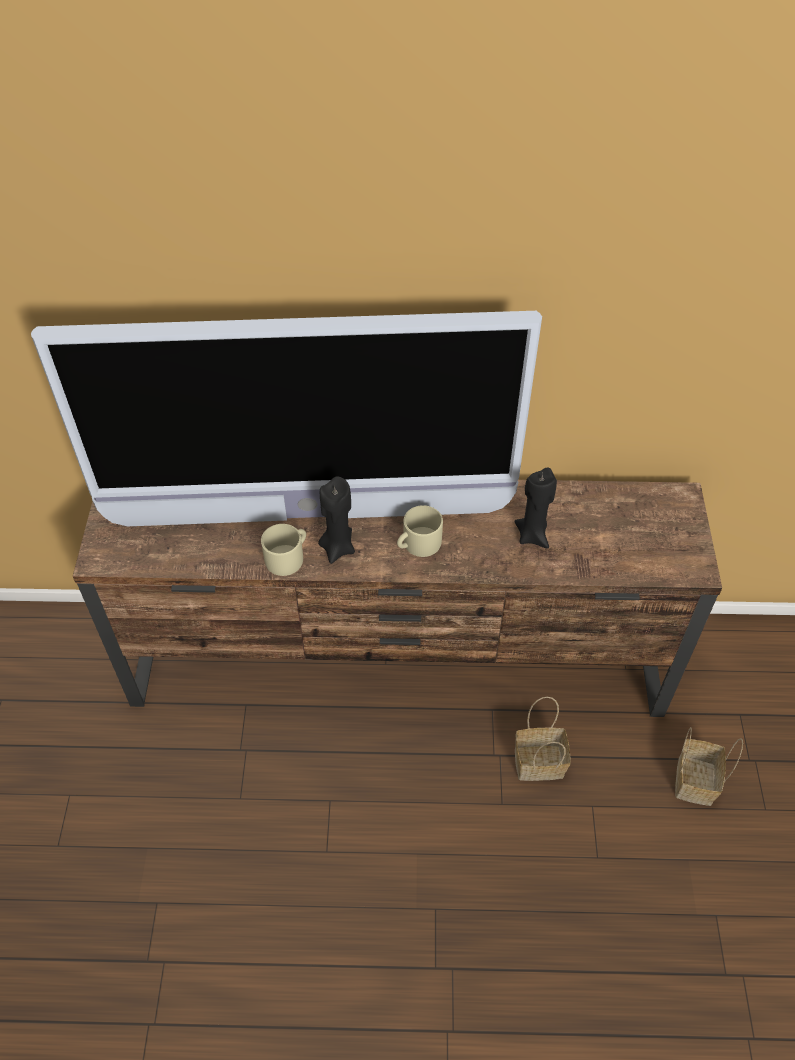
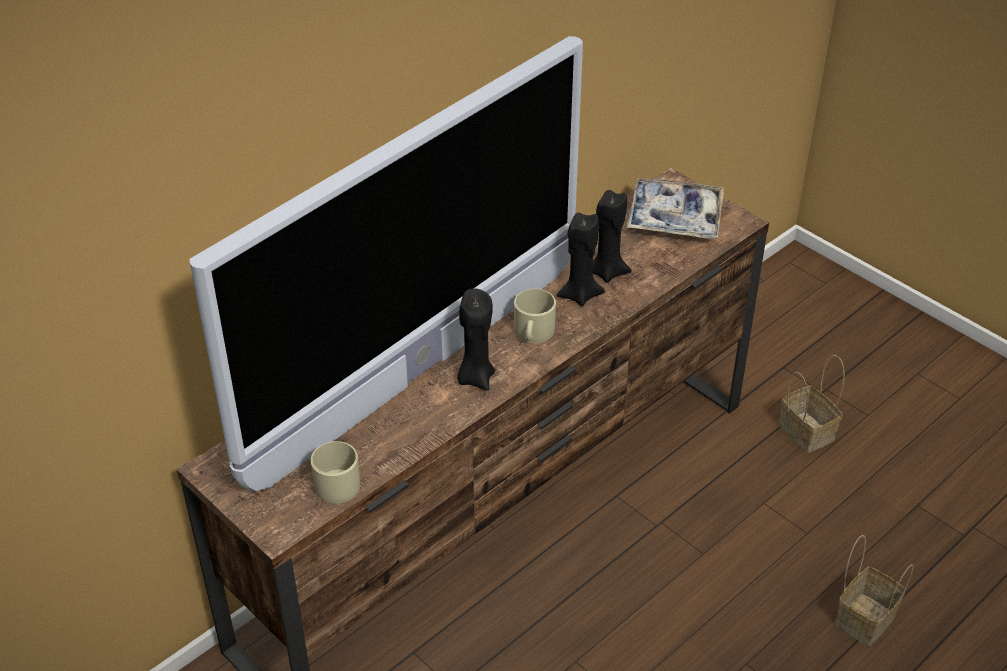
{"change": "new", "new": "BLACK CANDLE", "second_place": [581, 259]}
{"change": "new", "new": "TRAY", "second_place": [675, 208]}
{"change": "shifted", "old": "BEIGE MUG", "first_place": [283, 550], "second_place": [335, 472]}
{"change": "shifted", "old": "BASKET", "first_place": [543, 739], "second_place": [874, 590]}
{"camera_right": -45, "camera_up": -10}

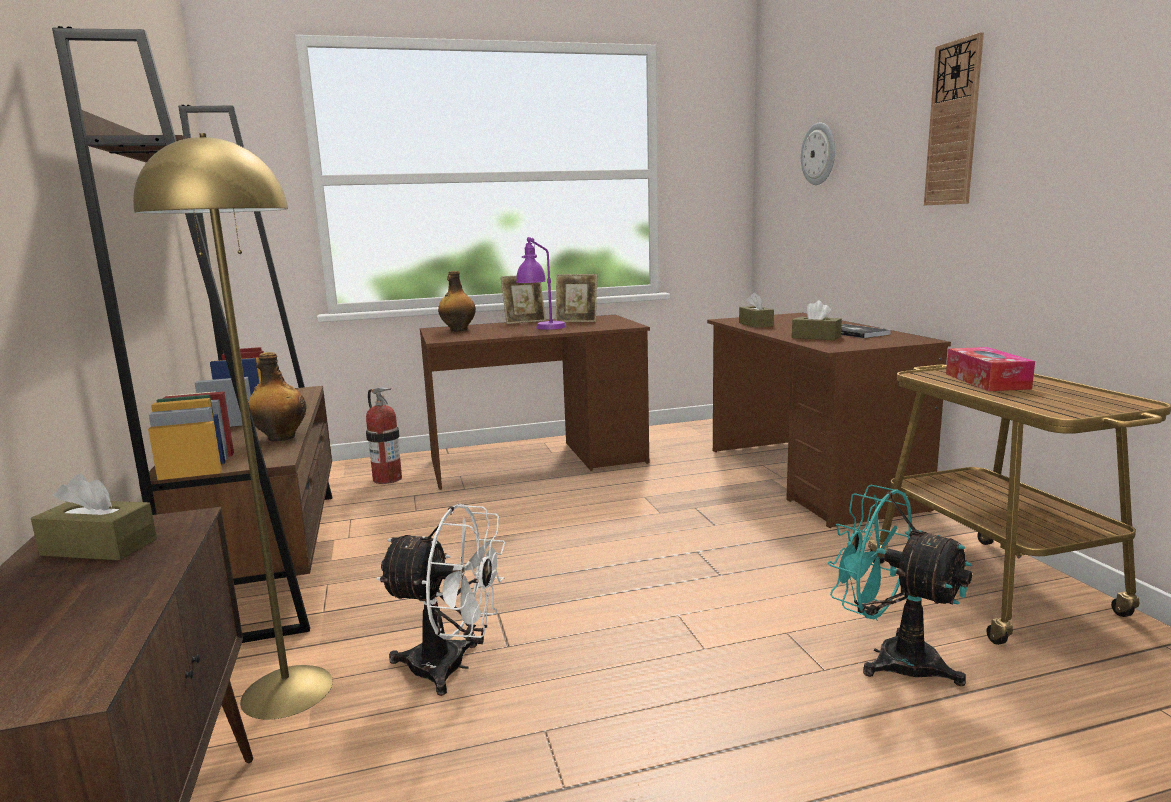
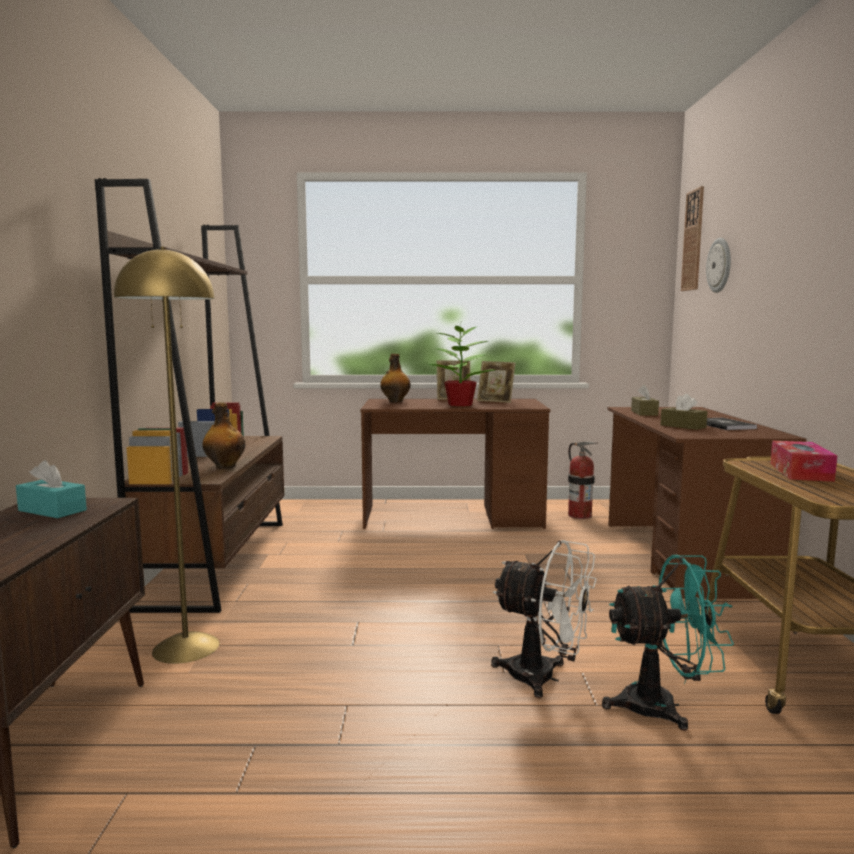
{"change": "shifted", "old": "FIRE EXTINGUISHER", "first_place": [384, 435], "second_place": [583, 480]}
{"change": "shifted", "old": "WHITE FAN", "first_place": [440, 600], "second_place": [544, 619]}
{"change": "shifted", "old": "WALL CLOCK", "first_place": [954, 118], "second_place": [692, 238]}
{"change": "swapped", "old": "PURPLE TABLE LAMP", "new": "POTTED PLANT", "first_place": [541, 283], "second_place": [461, 365]}
{"change": "repainted", "old": "BROWN TISSUE BOX", "new": "TURQUOISE TISSUE BOX", "first_place": [94, 517], "second_place": [51, 489]}
{"change": "rotated", "old": "TURQUOISE FAN", "first_place": [900, 585], "second_place": [668, 643], "degrees": 120}
{"camera_right": 15, "camera_up": -5}

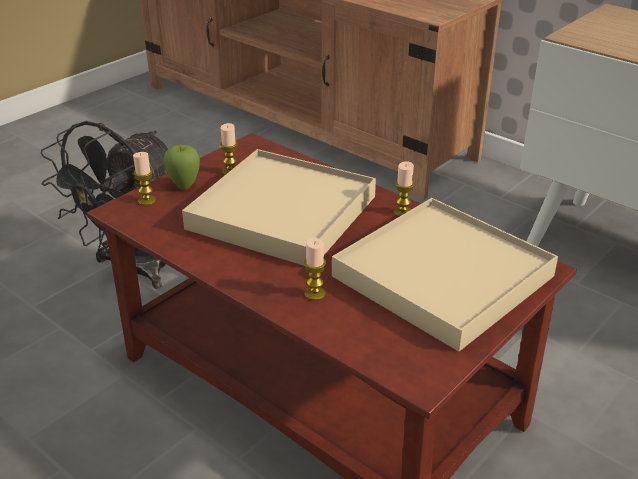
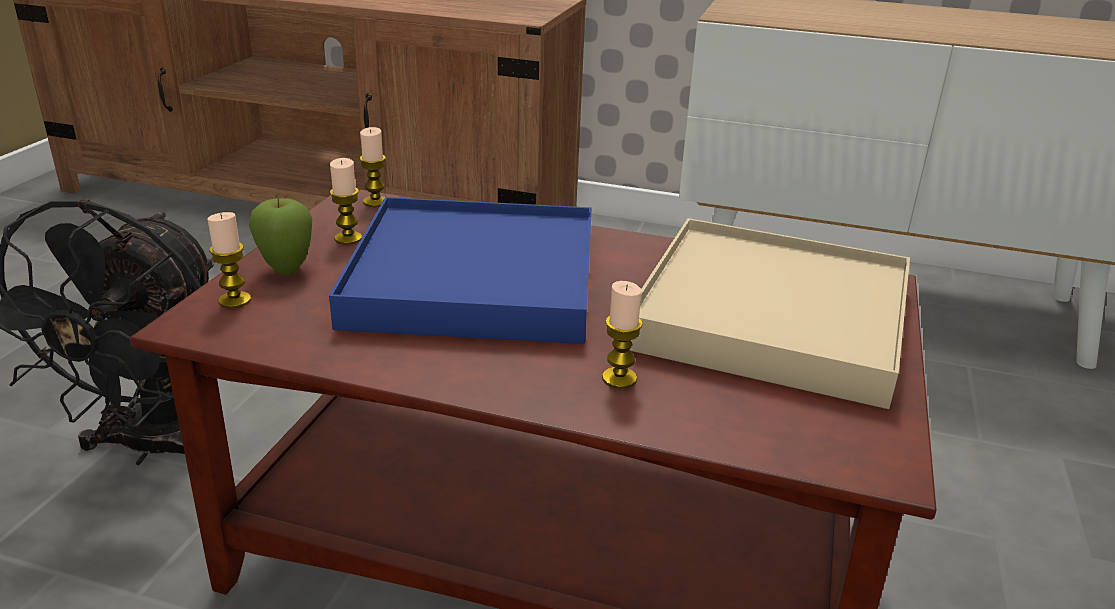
{"change": "shifted", "old": "CANDLE", "first_place": [404, 189], "second_place": [372, 167]}
{"change": "repainted", "old": "BEIGE TRAY", "new": "BLUE TRAY", "first_place": [279, 207], "second_place": [460, 270]}
{"camera_right": -25, "camera_up": -5}

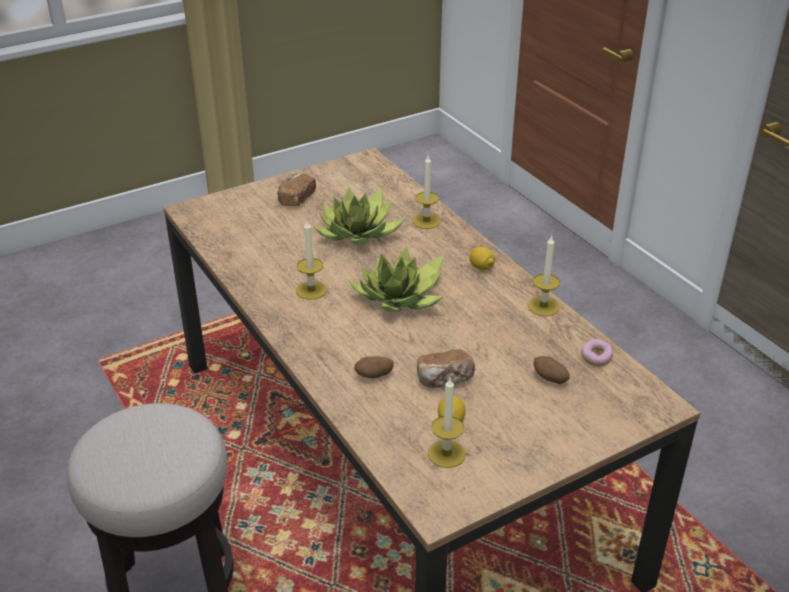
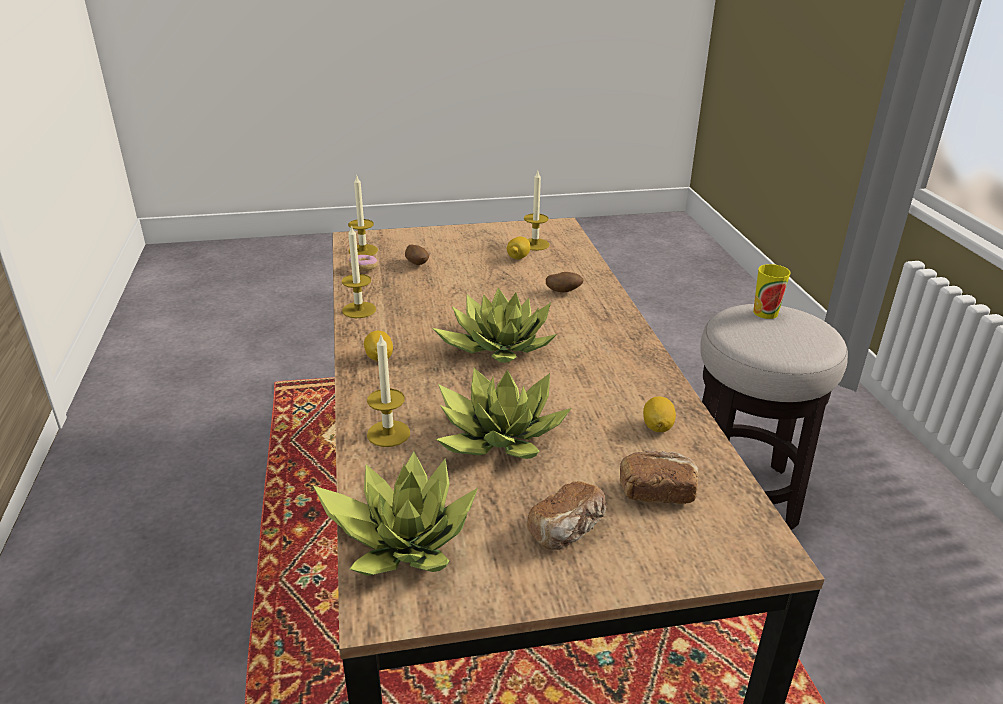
{"change": "new", "new": "POTTED PLANT", "second_place": [395, 513]}
{"change": "new", "new": "LEMON", "second_place": [659, 414]}
{"change": "new", "new": "CUP", "second_place": [772, 291]}
{"change": "shifted", "old": "CANDLE", "first_place": [311, 260], "second_place": [363, 216]}
{"change": "shifted", "old": "BREAD", "first_place": [446, 368], "second_place": [659, 477]}
{"camera_right": -160, "camera_up": -5}

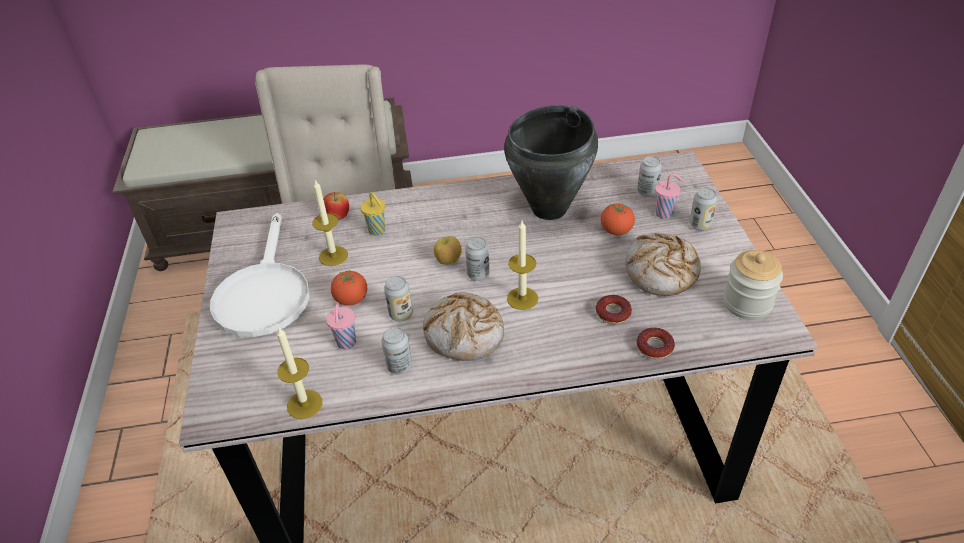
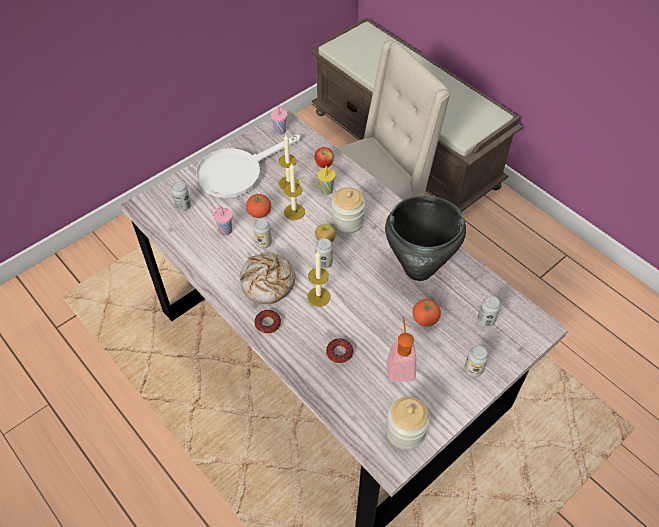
{"change": "new", "new": "JAR", "second_place": [348, 210]}
{"change": "shifted", "old": "CANDLE", "first_place": [299, 372], "second_place": [294, 191]}
{"change": "shifted", "old": "CAN", "first_place": [396, 351], "second_place": [181, 196]}
{"change": "shifted", "old": "DONUT", "first_place": [656, 343], "second_place": [267, 322]}
{"change": "shifted", "old": "PINK CUP", "first_place": [669, 196], "second_place": [279, 120]}
{"change": "swapped", "old": "BREAD", "new": "SOAP DISPENSER", "first_place": [663, 264], "second_place": [401, 349]}
{"camera_right": 55, "camera_up": 10}

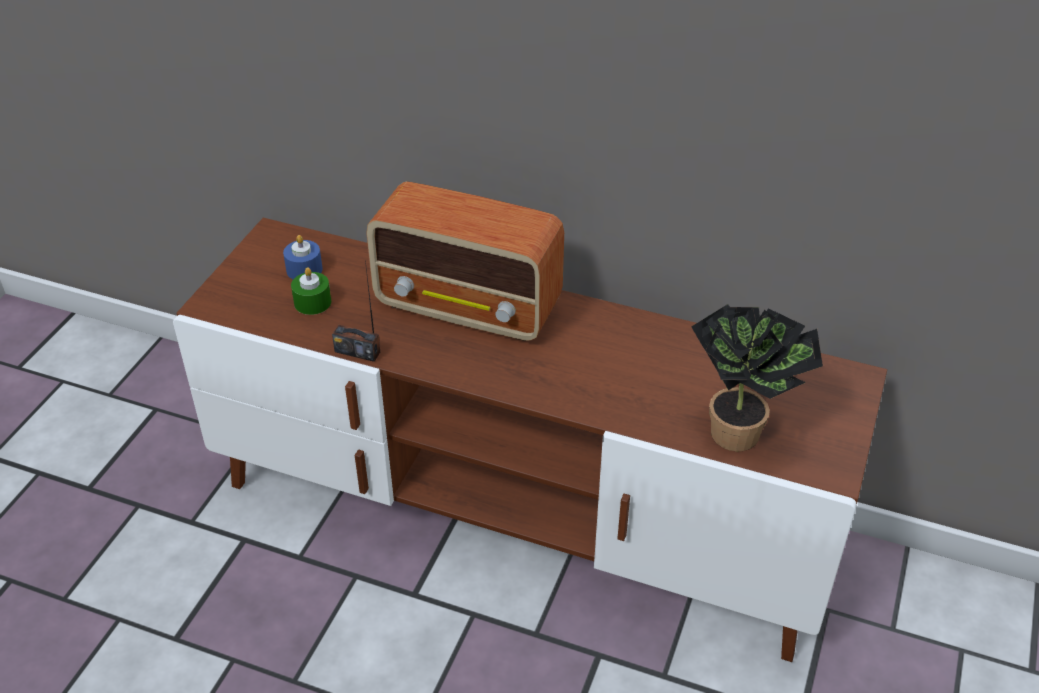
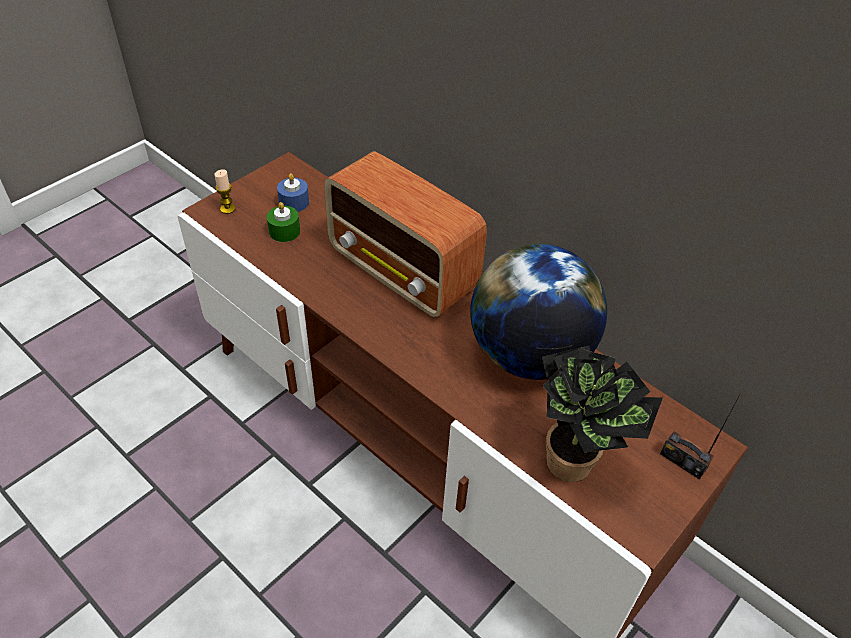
{"change": "new", "new": "CANDLE", "second_place": [225, 192]}
{"change": "new", "new": "GLOBE", "second_place": [538, 312]}
{"change": "shifted", "old": "RADIO", "first_place": [356, 311], "second_place": [700, 437]}
{"camera_right": 20, "camera_up": 5}

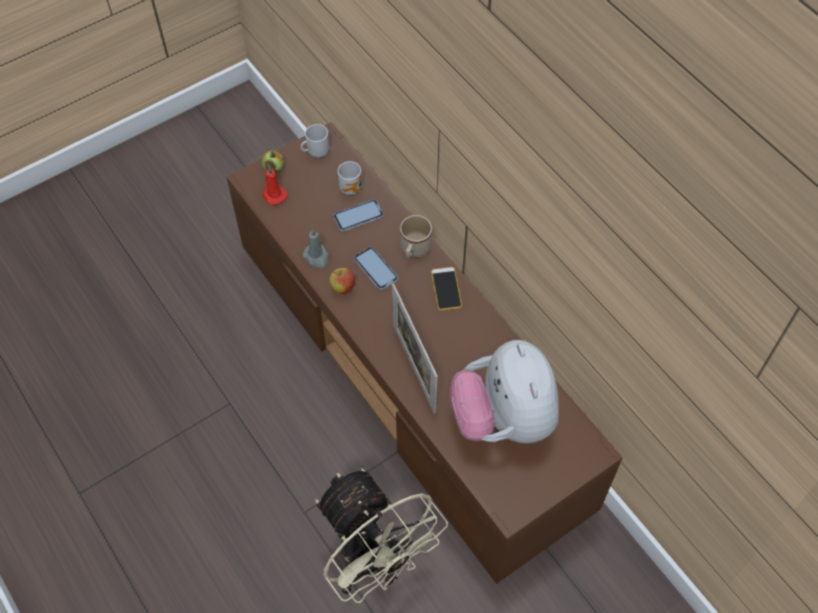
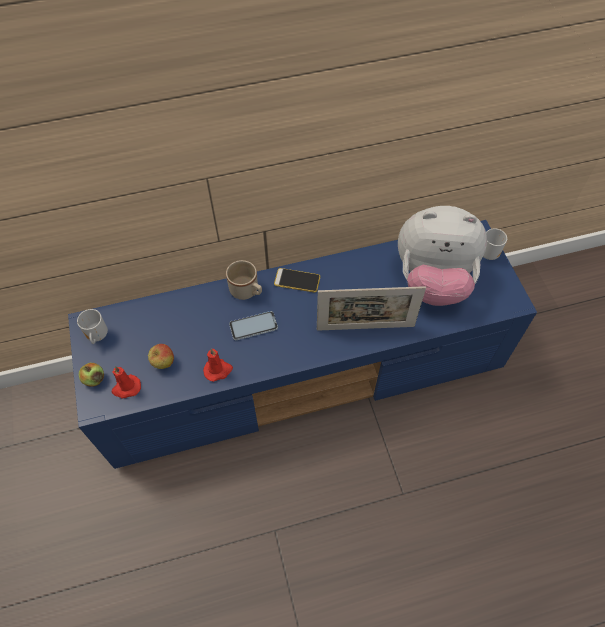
{"change": "gone", "old": "BEIGE FAN", "first_place": [381, 535]}
{"change": "gone", "old": "PHONE", "first_place": [358, 215]}
{"change": "shifted", "old": "APPLE", "first_place": [342, 281], "second_place": [161, 356]}
{"change": "shifted", "old": "MUG", "first_place": [350, 178], "second_place": [495, 244]}
{"change": "repainted", "old": "BROWN TV STAND", "new": "BLUE TV STAND", "first_place": [425, 353], "second_place": [302, 344]}
{"change": "repainted", "old": "GREY CANDLE", "new": "RED CANDLE", "first_place": [316, 248], "second_place": [218, 365]}
{"camera_right": -70, "camera_up": 0}

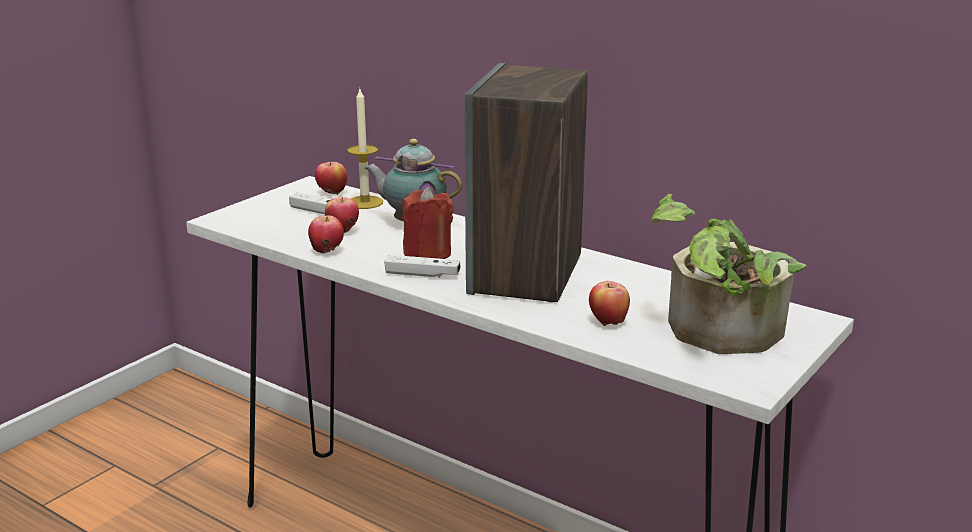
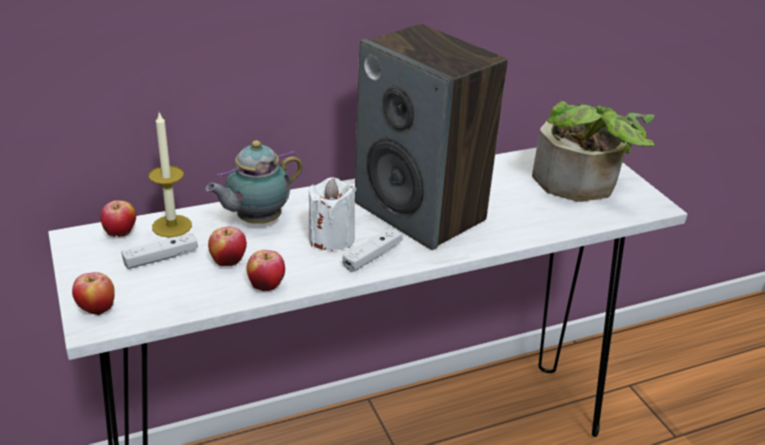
{"change": "shifted", "old": "APPLE", "first_place": [609, 303], "second_place": [93, 294]}
{"change": "repainted", "old": "RED CANDLE", "new": "WHITE CANDLE", "first_place": [428, 223], "second_place": [332, 214]}
{"camera_right": -60, "camera_up": 10}

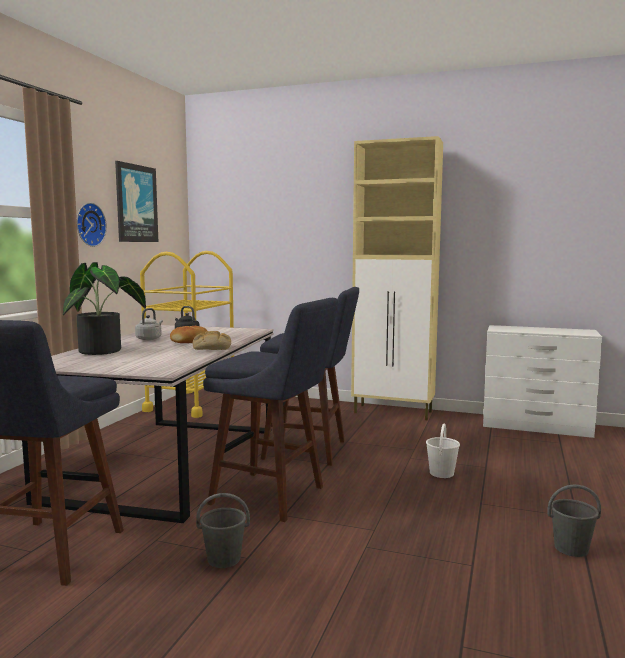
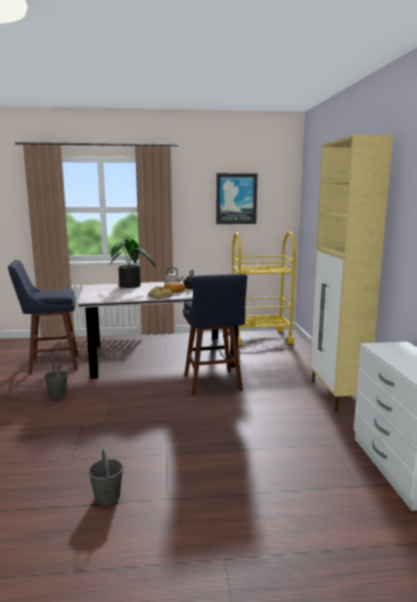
{"change": "gone", "old": "WALL CLOCK", "first_place": [92, 225]}
{"change": "gone", "old": "BLUE STOOL", "first_place": [270, 410]}
{"change": "gone", "old": "WHITE BUCKET", "first_place": [443, 451]}
{"camera_right": 65, "camera_up": 5}

